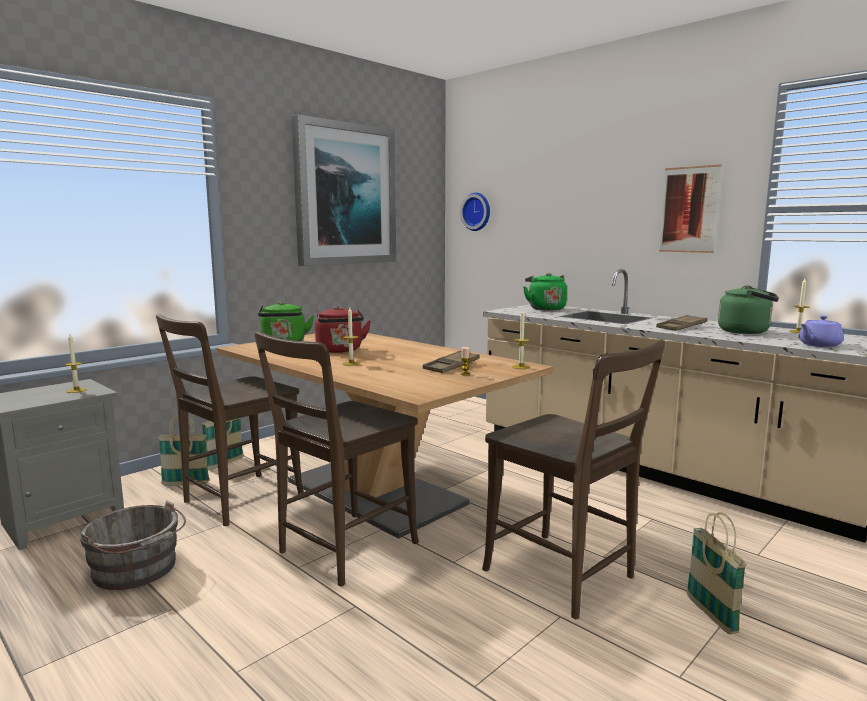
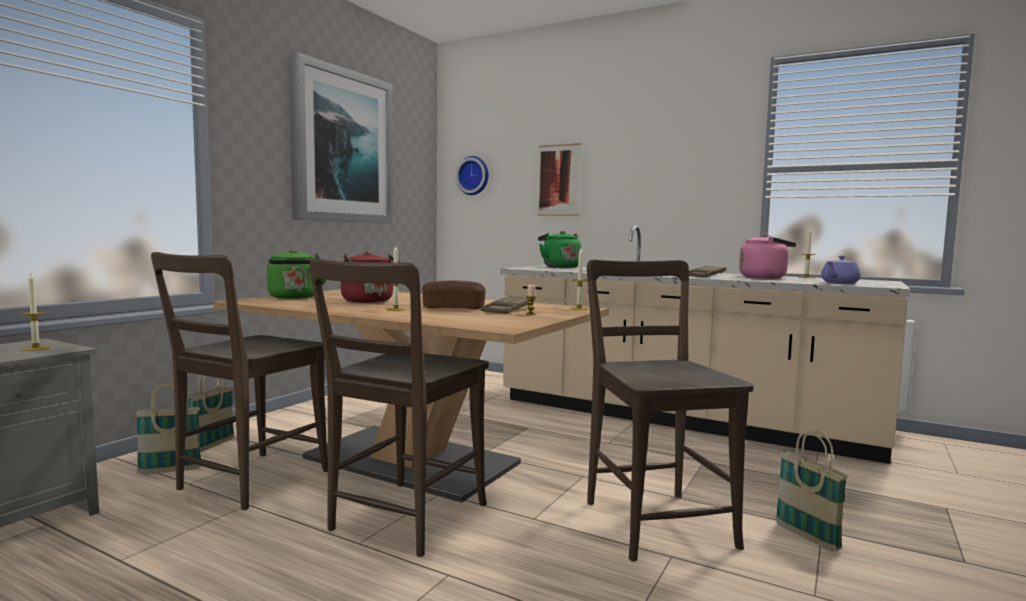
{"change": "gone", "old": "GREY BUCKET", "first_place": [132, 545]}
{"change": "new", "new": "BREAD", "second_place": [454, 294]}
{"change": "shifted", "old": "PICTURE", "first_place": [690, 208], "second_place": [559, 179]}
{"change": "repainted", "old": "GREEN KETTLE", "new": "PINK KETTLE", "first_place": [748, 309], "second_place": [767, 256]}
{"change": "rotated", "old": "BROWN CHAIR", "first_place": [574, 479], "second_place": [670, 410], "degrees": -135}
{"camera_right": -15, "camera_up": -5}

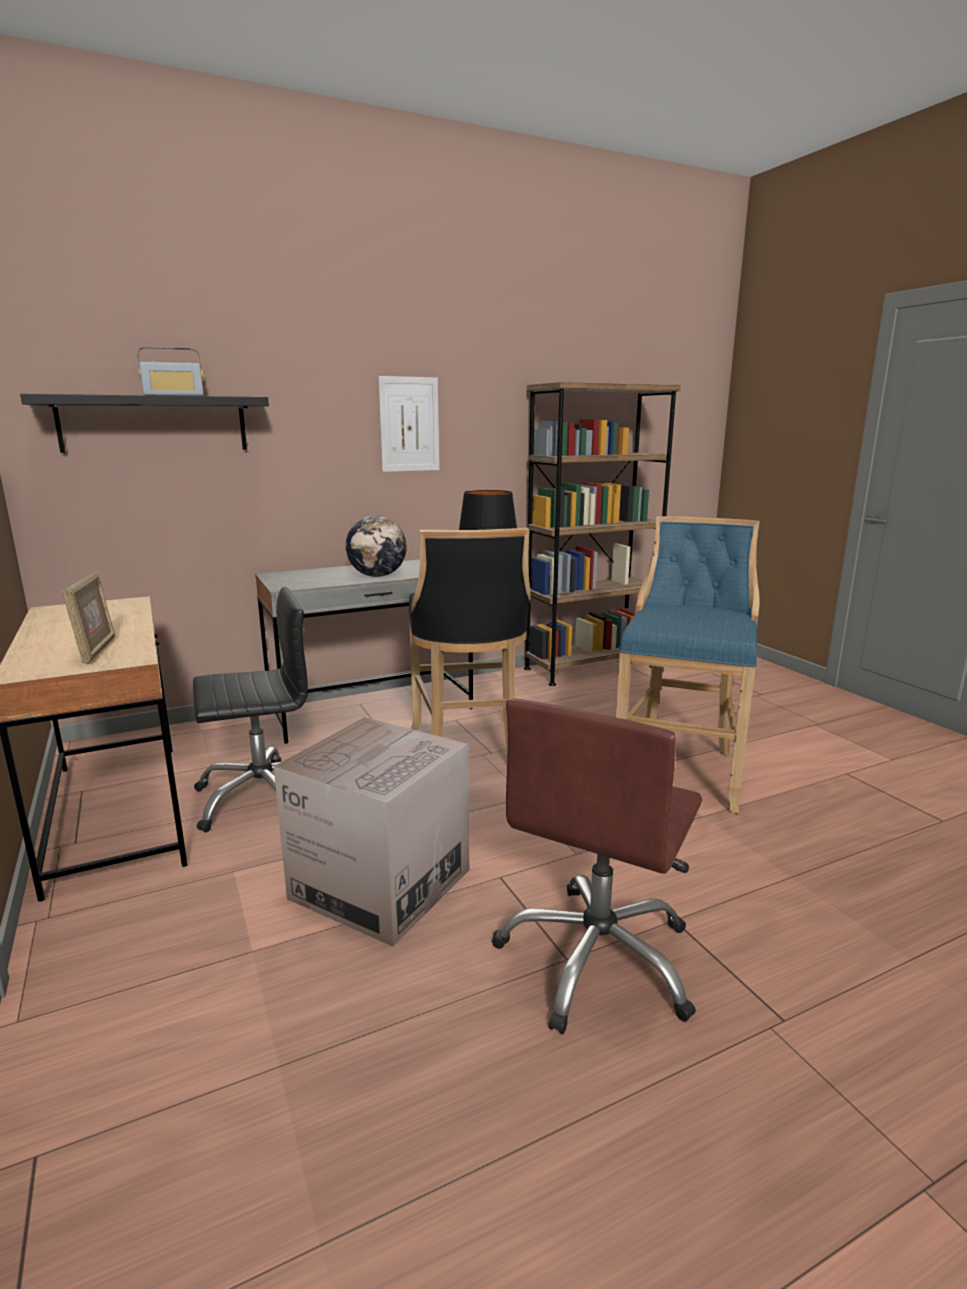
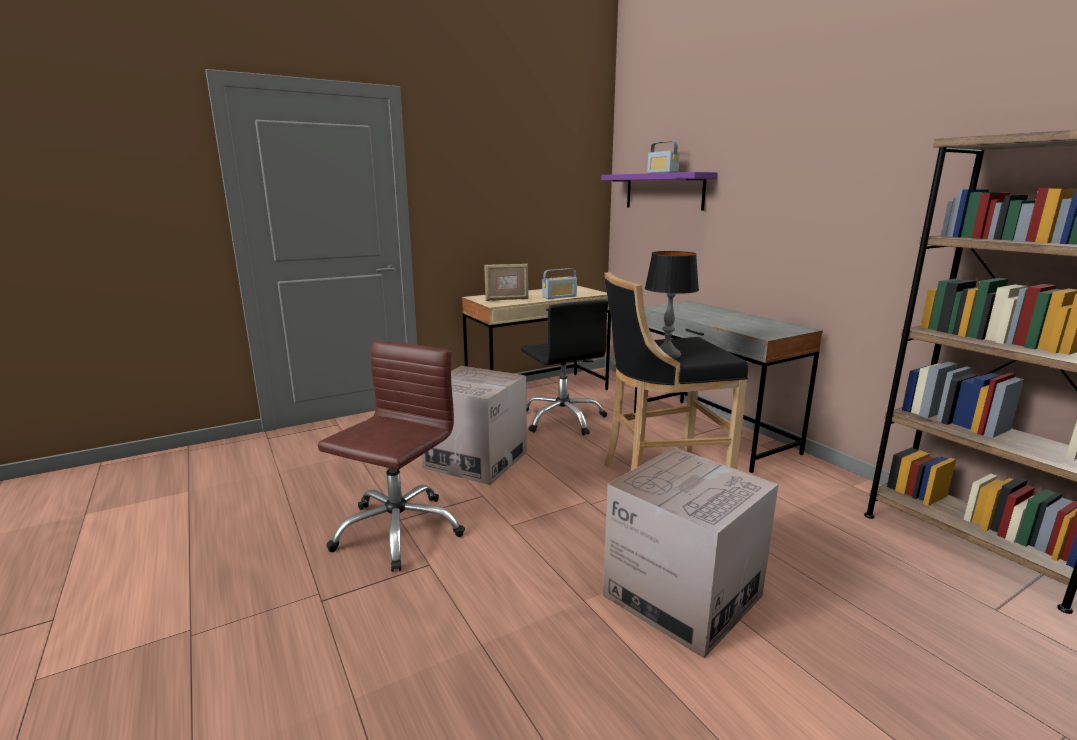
{"change": "gone", "old": "GLOBE", "first_place": [376, 546]}
{"change": "gone", "old": "PICTURE", "first_place": [408, 424]}
{"change": "new", "new": "RADIO", "second_place": [559, 283]}
{"change": "swapped", "old": "BLUE STOOL", "new": "CARDBOARD BOX", "first_place": [688, 665], "second_place": [691, 552]}
{"change": "repainted", "old": "BLACK SHELF", "new": "PURPLE SHELF", "first_place": [144, 423], "second_place": [659, 191]}
{"change": "rotated", "old": "BROWN OFFICE CHAIR", "first_place": [597, 866], "second_place": [391, 456], "degrees": 90}
{"camera_right": 85, "camera_up": 0}

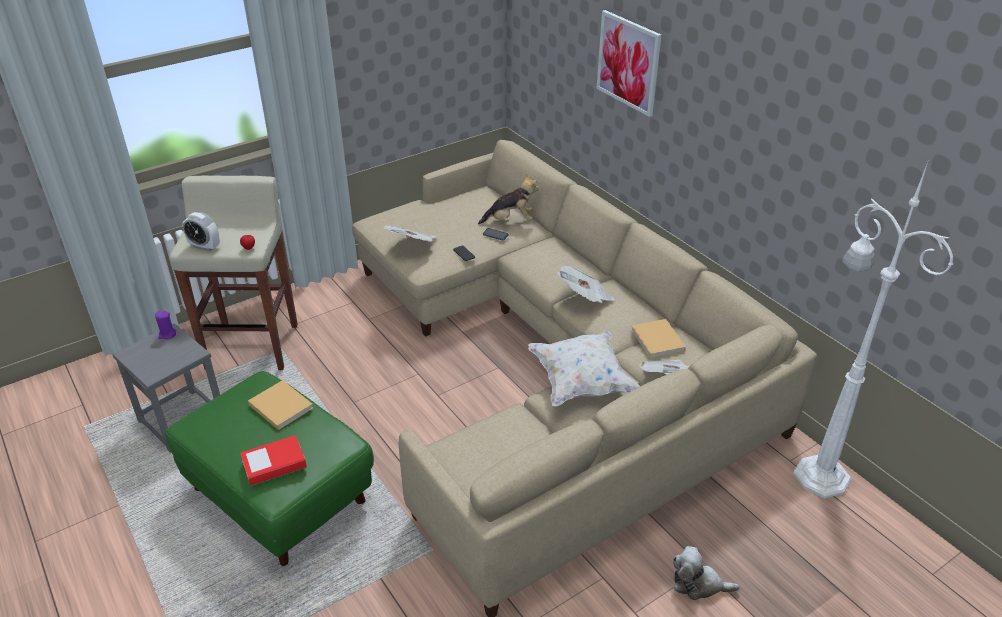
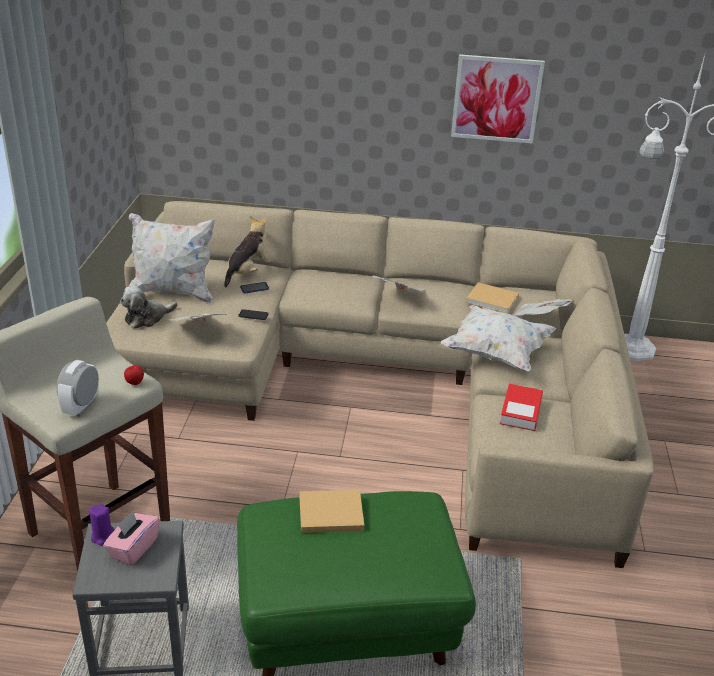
{"change": "new", "new": "PINK TISSUE BOX", "second_place": [131, 538]}
{"change": "new", "new": "WHITE PILLOW", "second_place": [171, 258]}
{"change": "shifted", "old": "BOOK", "first_place": [273, 460], "second_place": [521, 407]}
{"change": "shifted", "old": "PICTURE", "first_place": [629, 63], "second_place": [498, 99]}
{"change": "shifted", "old": "PLUSH TOY", "first_place": [706, 573], "second_place": [148, 307]}
{"change": "rotated", "old": "ALARM CLOCK", "first_place": [201, 231], "second_place": [78, 388], "degrees": 135}
{"camera_right": -50, "camera_up": -5}

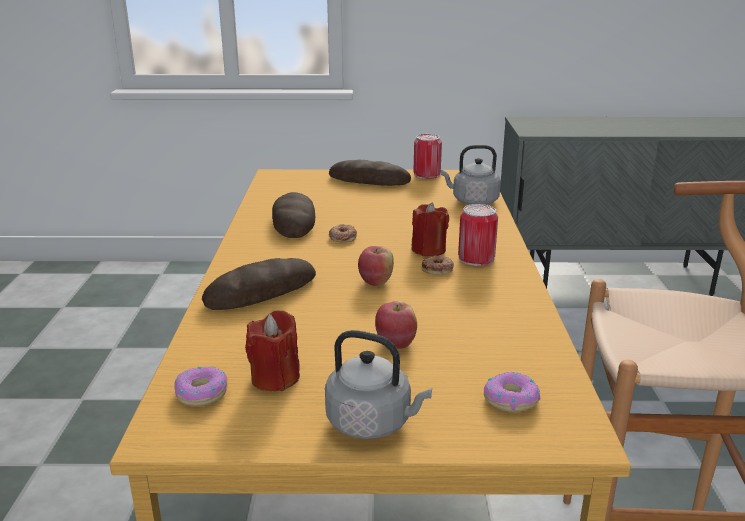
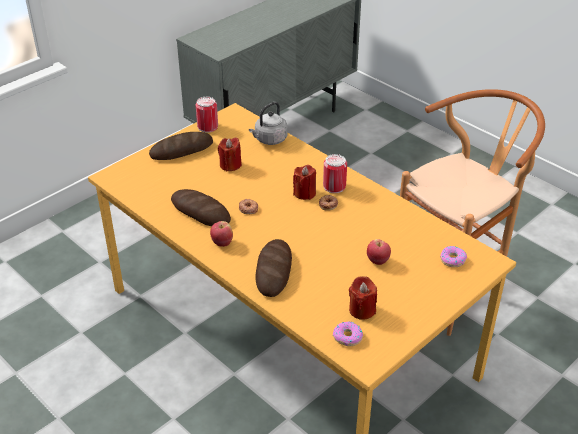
{"change": "gone", "old": "GREY KETTLE", "first_place": [378, 384]}
{"change": "new", "new": "RED CANDLE", "second_place": [230, 154]}
{"change": "shifted", "old": "APPLE", "first_place": [376, 266], "second_place": [221, 234]}
{"camera_right": -45, "camera_up": 15}

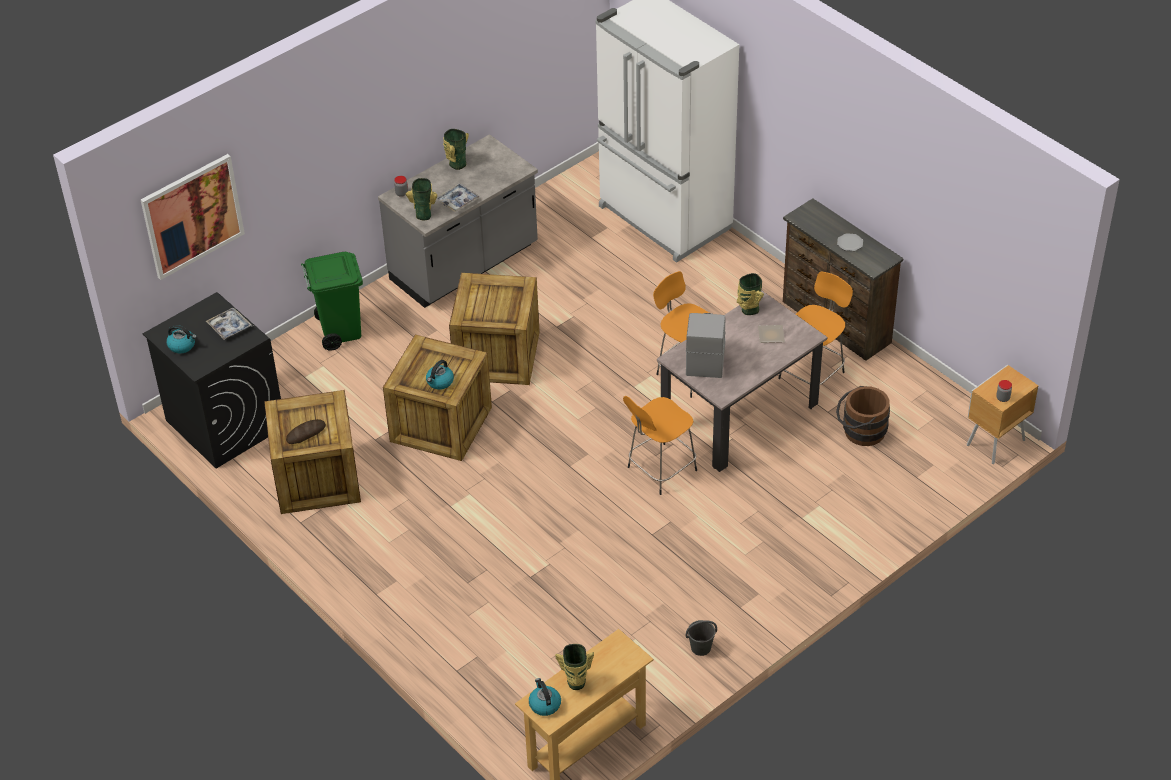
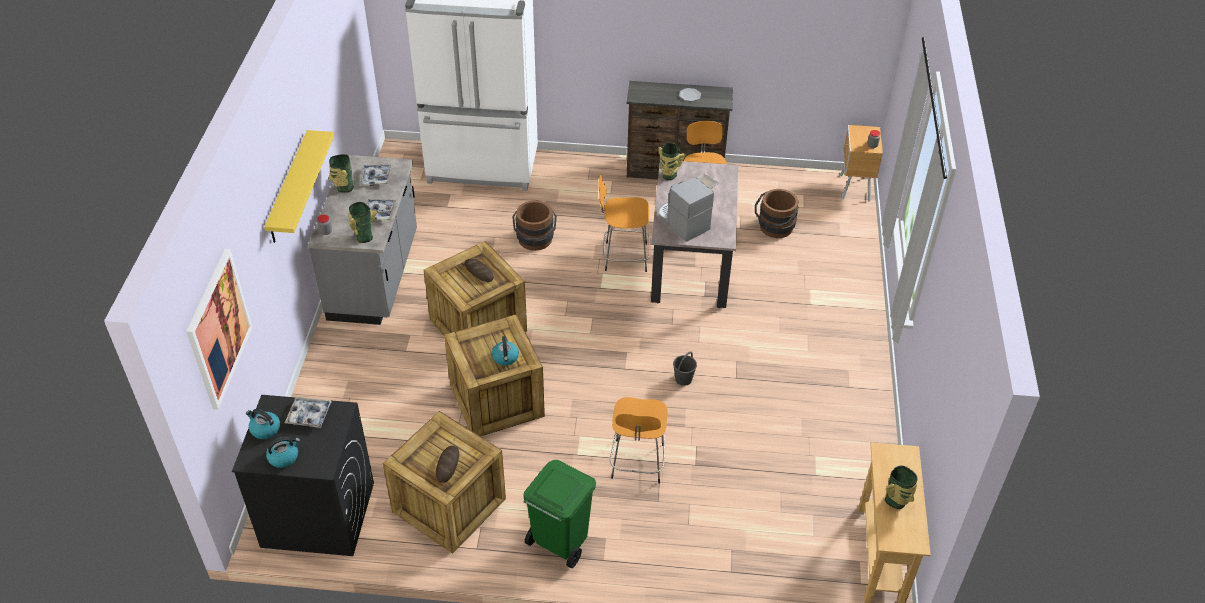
{"change": "new", "new": "YELLOW SHELF", "second_place": [299, 186]}
{"change": "new", "new": "TRAY", "second_place": [375, 175]}
{"change": "new", "new": "BREAD", "second_place": [479, 270]}
{"change": "new", "new": "BROWN BUCKET", "second_place": [534, 225]}
{"change": "shifted", "old": "GREEN TRASH CAN", "first_place": [332, 301], "second_place": [559, 514]}
{"change": "shifted", "old": "KETTLE", "first_place": [545, 697], "second_place": [263, 424]}
{"change": "shifted", "old": "ORANGE STOOL", "first_place": [660, 445], "second_place": [639, 440]}
{"change": "shifted", "old": "GREY BUCKET", "first_place": [701, 638], "second_place": [685, 368]}
{"camera_right": -45, "camera_up": 0}

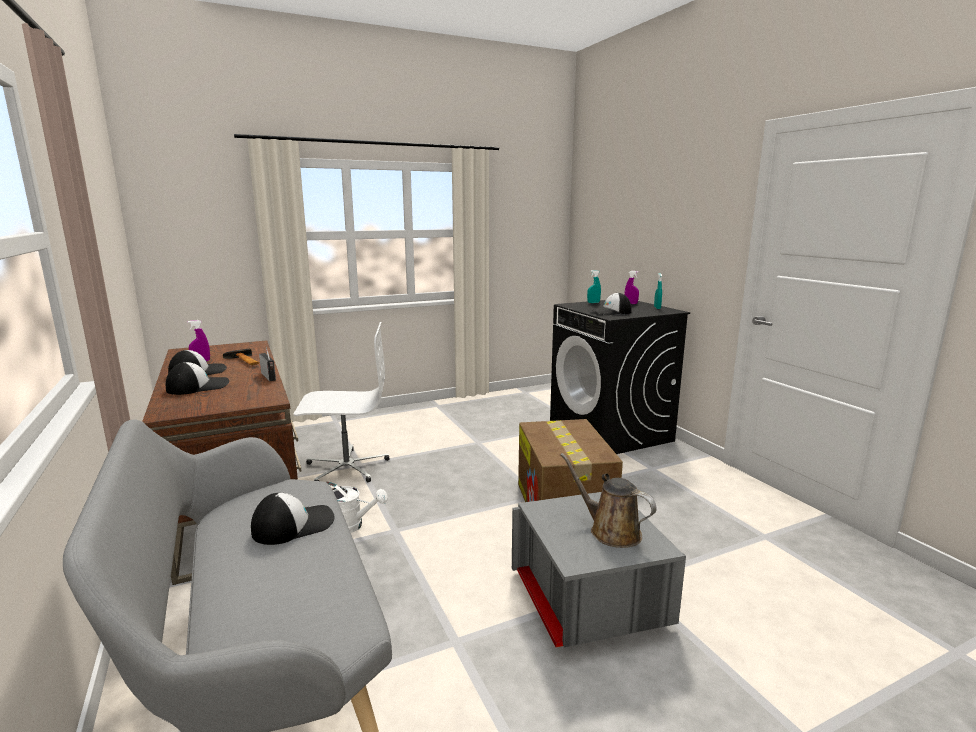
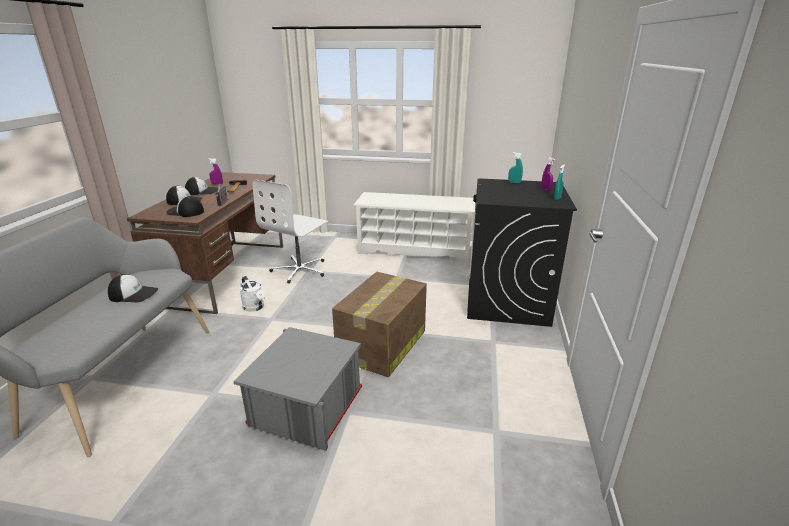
{"change": "gone", "old": "BROWN WATERING CAN", "first_place": [608, 500]}
{"change": "new", "new": "WHITE SHOE RACK", "second_place": [414, 227]}
{"change": "shifted", "old": "CAP", "first_place": [611, 304], "second_place": [185, 206]}
{"change": "rotated", "old": "WHITE OFFICE CHAIR", "first_place": [342, 402], "second_place": [291, 231], "degrees": 90}
{"camera_right": 35, "camera_up": 10}

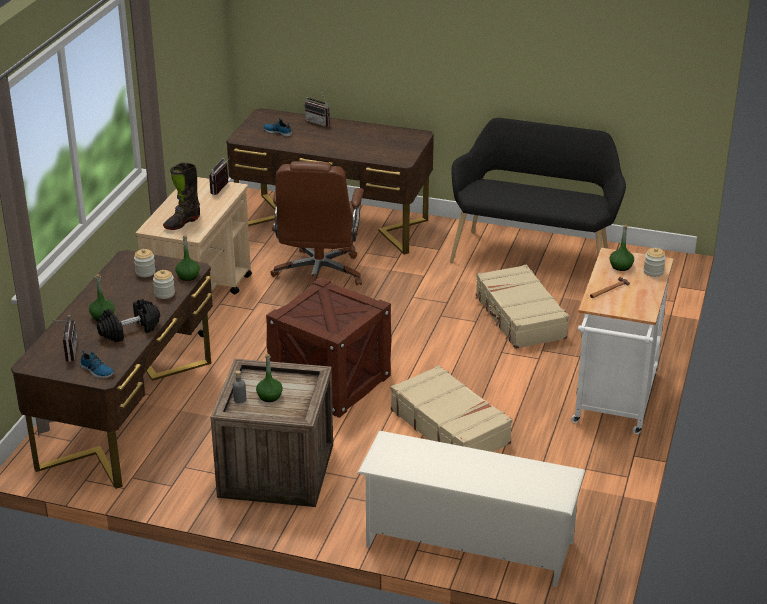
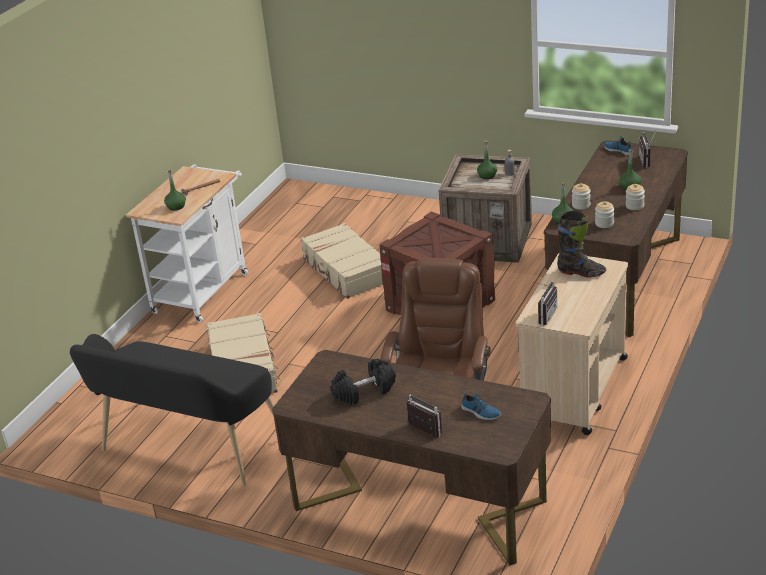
{"change": "gone", "old": "WHITE SHOE RACK", "first_place": [471, 509]}
{"change": "shifted", "old": "BLACK DUMBBELL", "first_place": [128, 320], "second_place": [363, 381]}
{"change": "shifted", "old": "JAR", "first_place": [654, 262], "second_place": [635, 197]}
{"change": "rotated", "old": "BLACK BOOT", "first_place": [181, 196], "second_place": [581, 244], "degrees": 60}
{"camera_right": -170, "camera_up": 0}

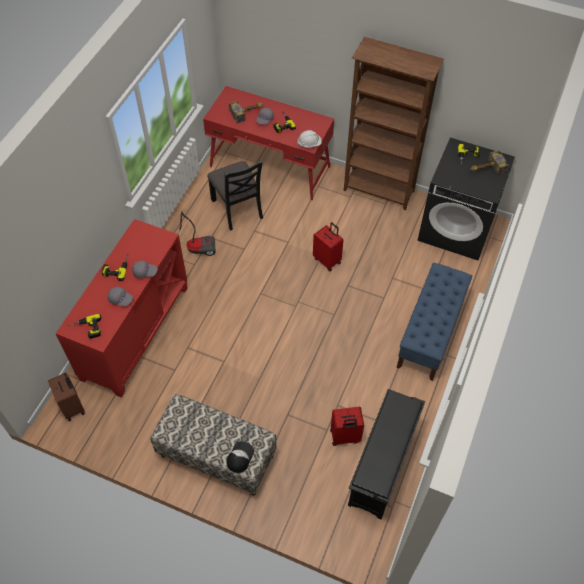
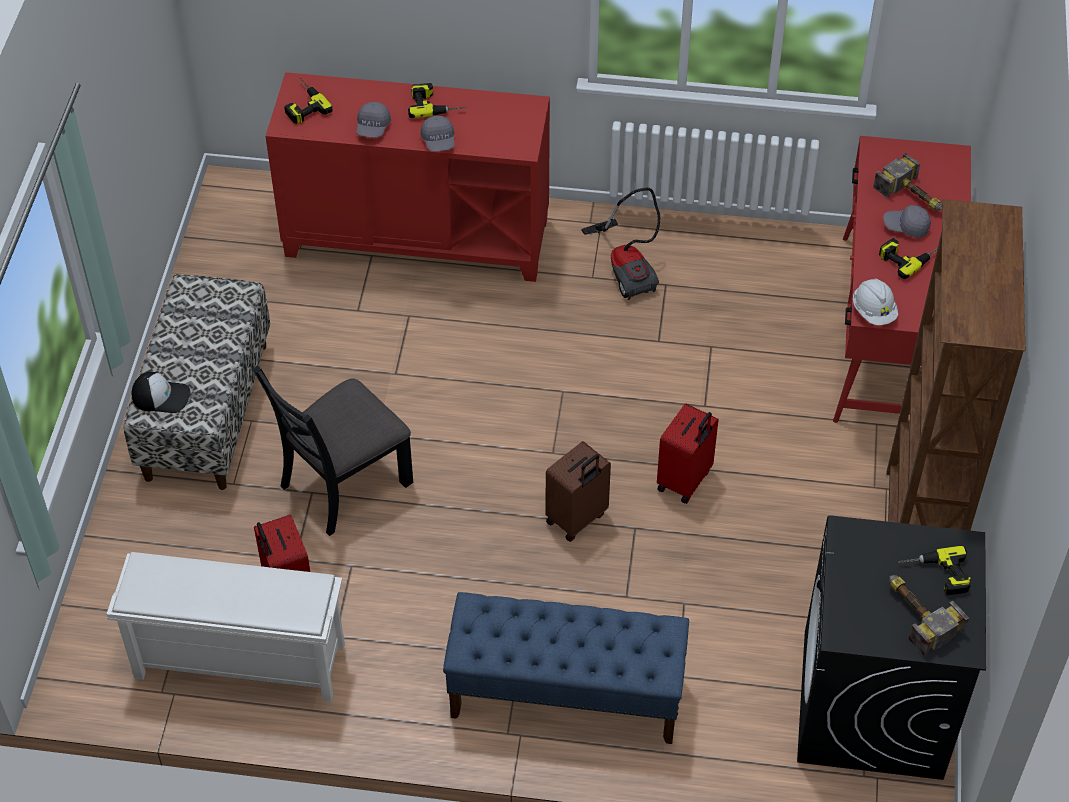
{"change": "shifted", "old": "BROWN SUITCASE", "first_place": [66, 396], "second_place": [578, 491]}
{"change": "shifted", "old": "BLACK CHAIR", "first_place": [235, 195], "second_place": [333, 450]}
{"change": "repainted", "old": "BLACK SHOE RACK", "new": "WHITE SHOE RACK", "first_place": [386, 454], "second_place": [226, 627]}
{"camera_right": 75, "camera_up": -5}

